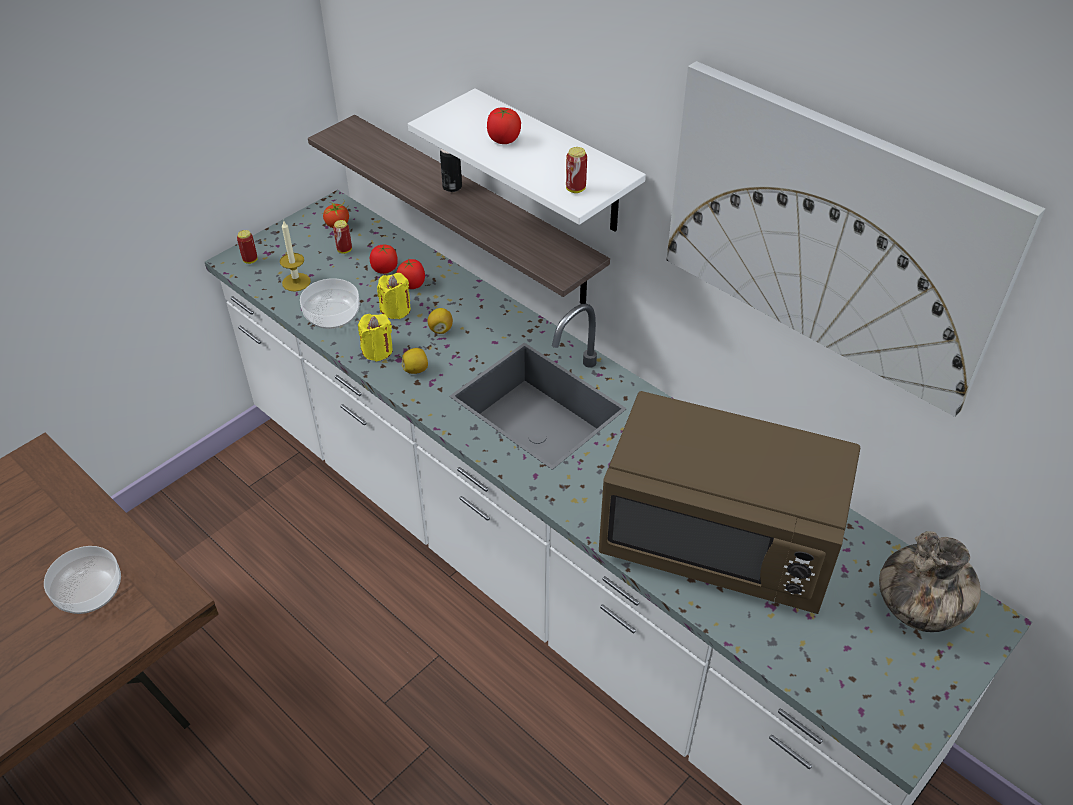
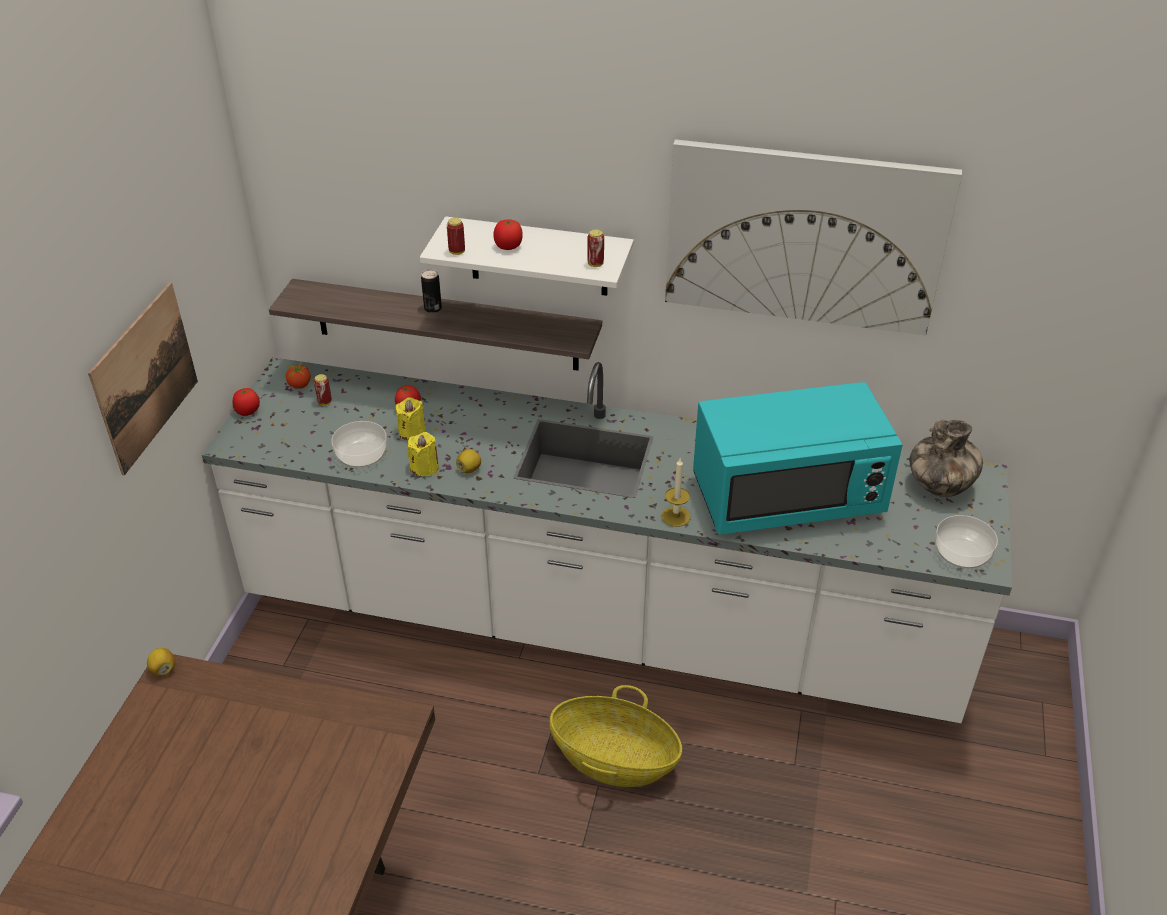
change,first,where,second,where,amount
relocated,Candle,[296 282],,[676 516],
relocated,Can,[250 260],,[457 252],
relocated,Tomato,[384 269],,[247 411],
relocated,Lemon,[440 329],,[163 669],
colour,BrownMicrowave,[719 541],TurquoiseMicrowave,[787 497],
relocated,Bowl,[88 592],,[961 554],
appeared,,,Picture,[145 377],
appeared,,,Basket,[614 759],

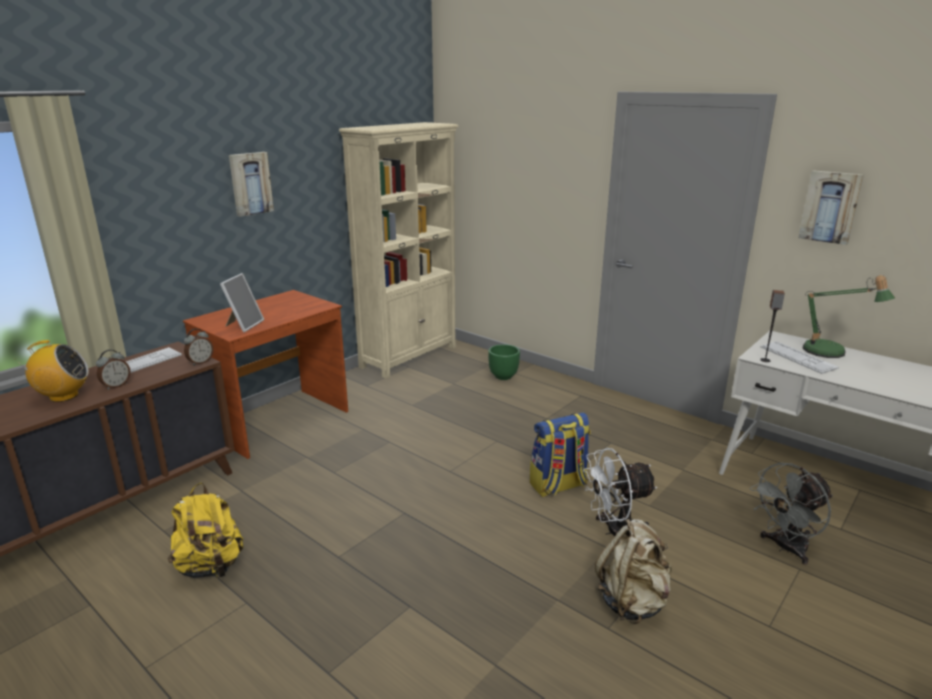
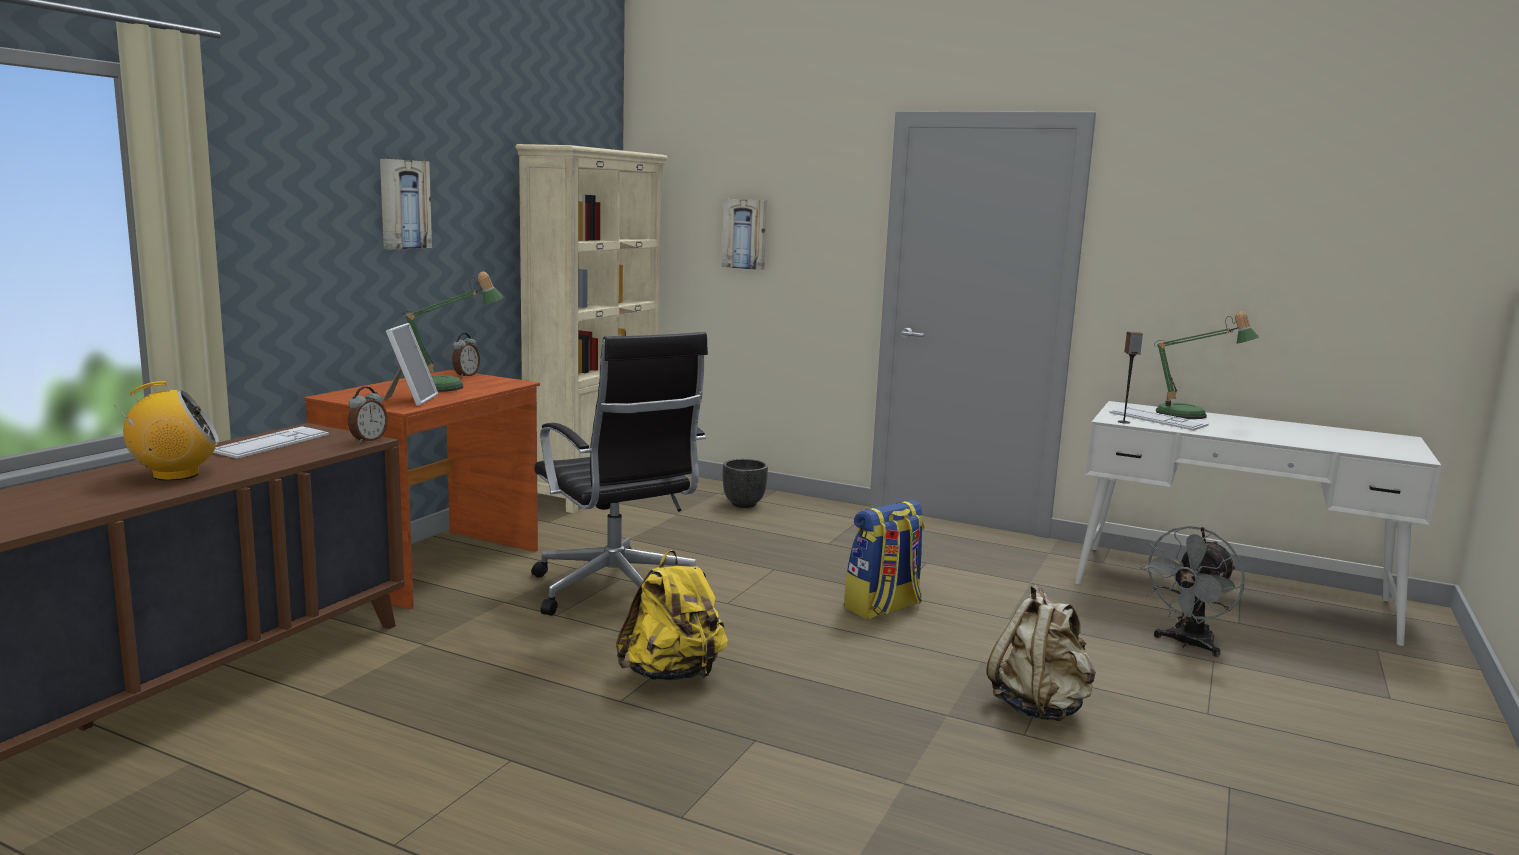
change,first,where,second,where,amount
relocated,Picture,[830 207],,[745 234],
colour,GreenPlanter,[503 376],BlackPlanter,[744 504],
relocated,AlarmClock,[116 386],,[465 376],
missing,WhiteFan,[614 533],,,
relocated,YellowBackpack,[211 567],,[672 674],
appeared,,,TableLamp,[447 387],
appeared,,,BlackOfficeChair,[616 592],

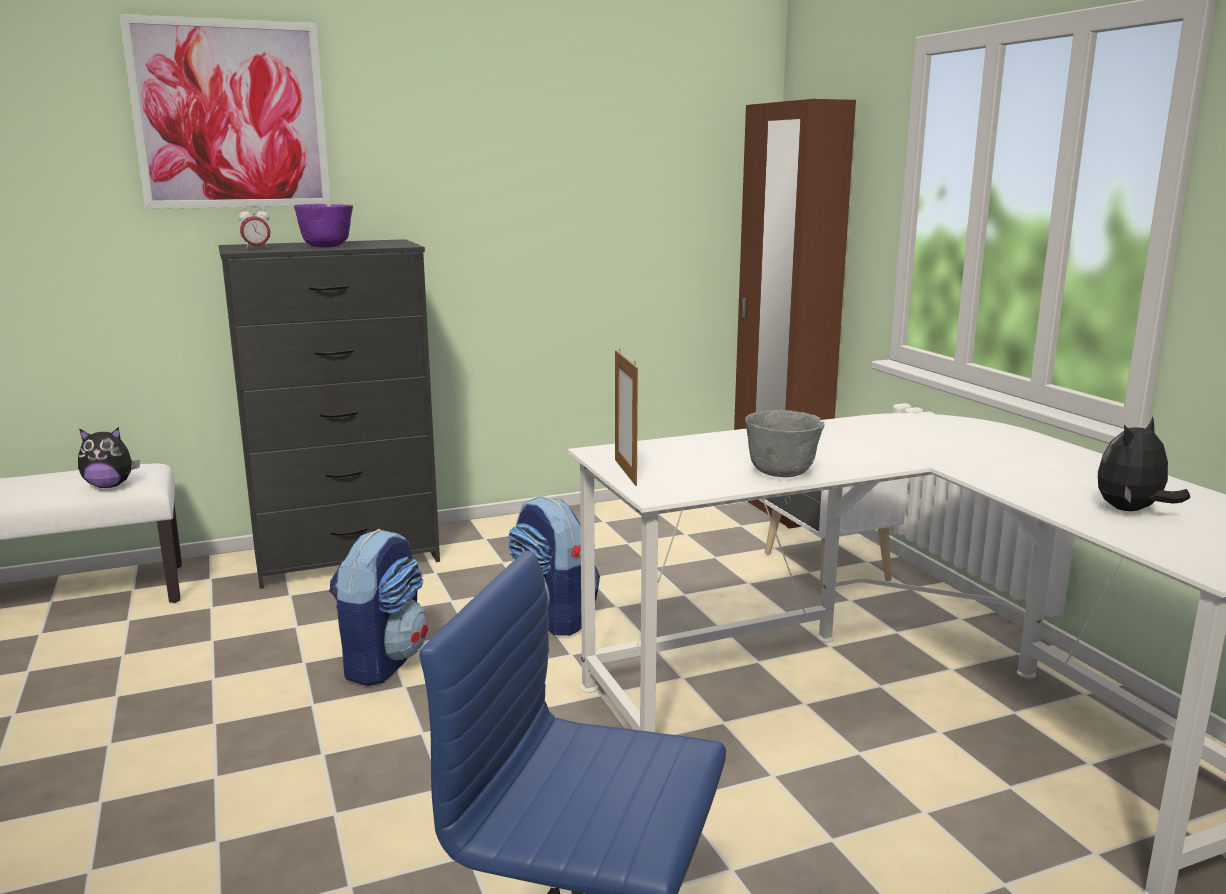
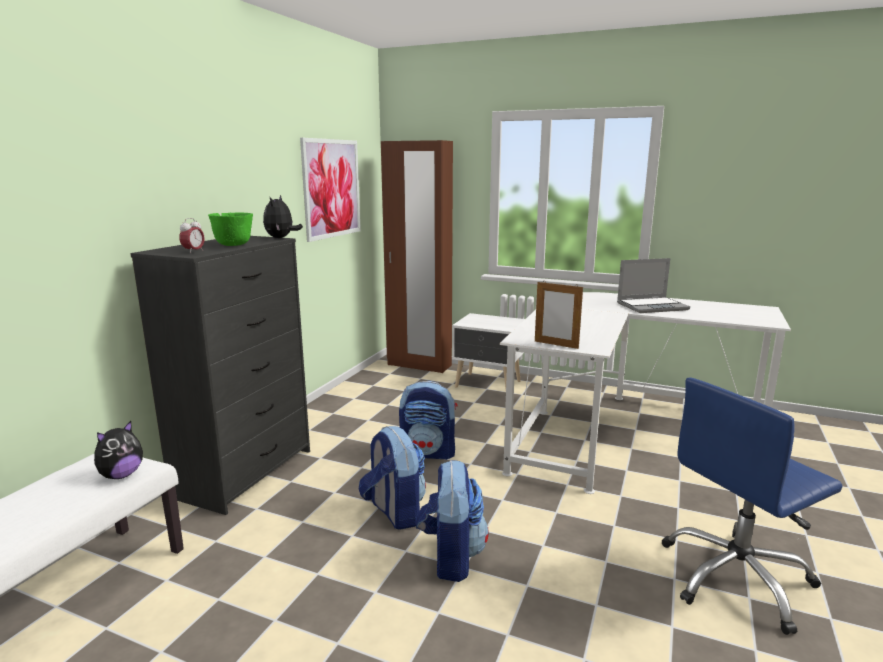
change,first,where,second,where,amount
relocated,Picture,[231 115],,[331 188],
colour,PurpleBowl,[326 246],GreenBowl,[233 245],
missing,GreyBowl,[783 473],,,
relocated,PlushToy,[1131 511],,[281 238],
appeared,,,Laptop,[652 306],
appeared,,,Backpack,[451 557],

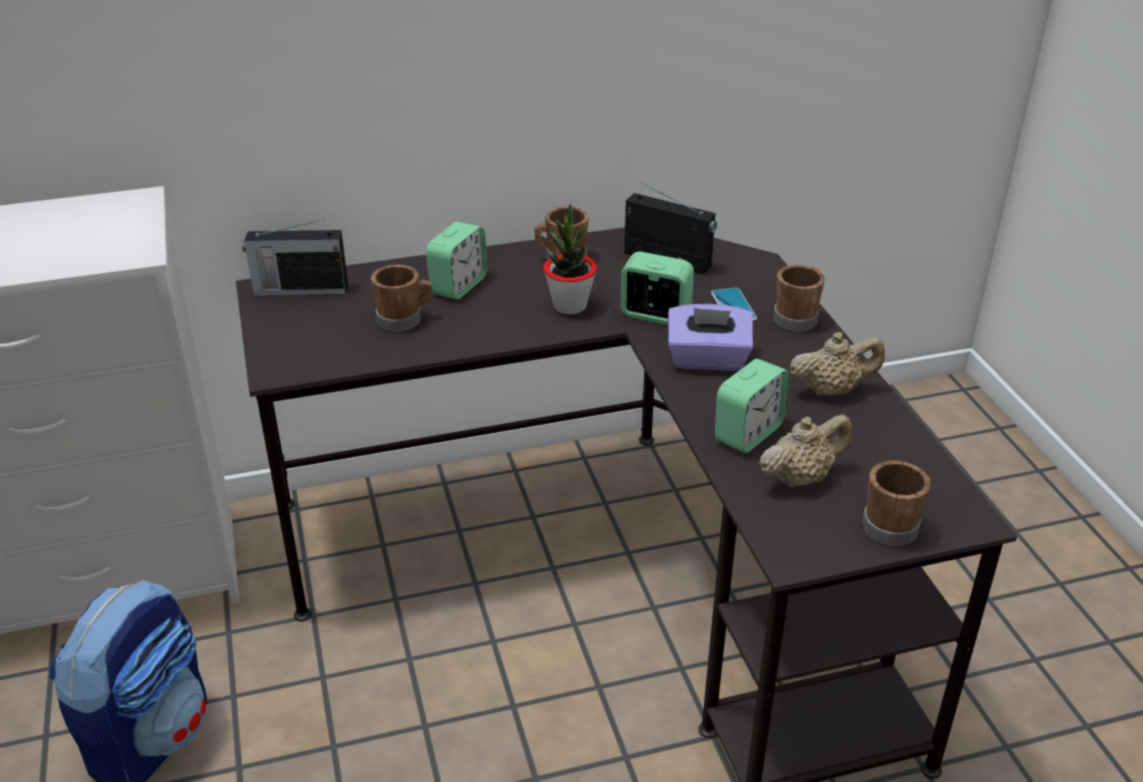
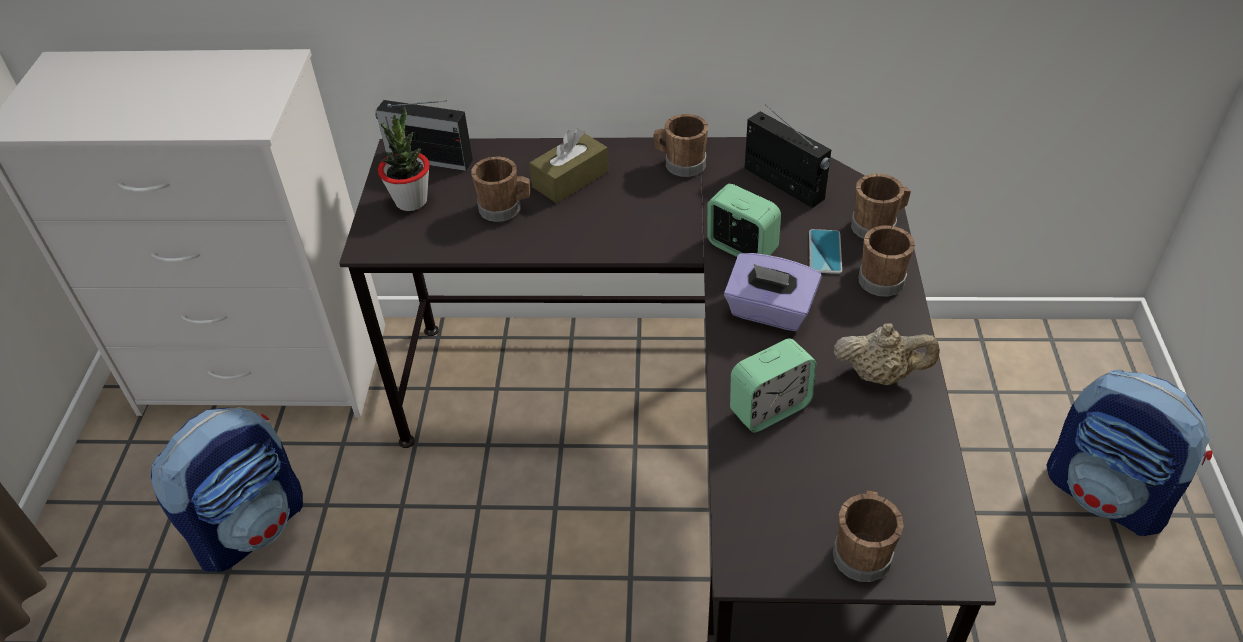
change,first,where,second,where,amount
relocated,PottedPlant,[570 306],,[411 201],
exchanged,AlarmClock,[458 285],BrownTissueBox,[570 179],
missing,BeigeTeapot,[801 477],,,
appeared,,,BrownMug,[877 226],
appeared,,,Backpack,[1107 494],

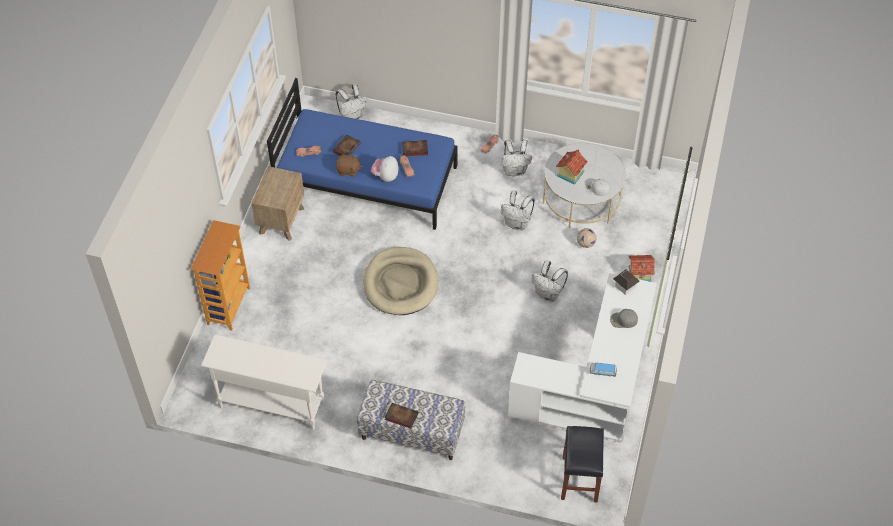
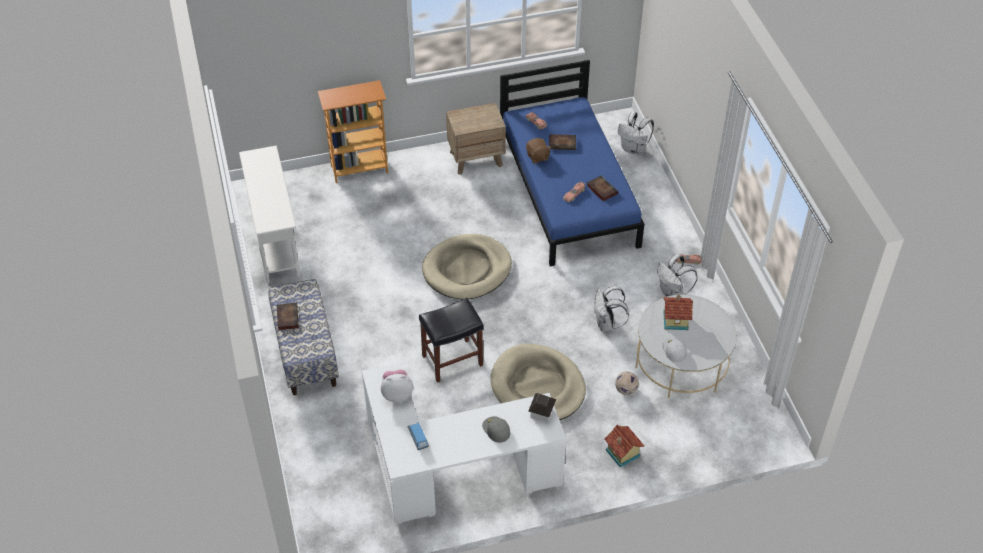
change,first,where,second,where,amount
relocated,PlushToy,[385 176],,[397 394],
exchanged,WhiteBackpack,[548 294],BeigeDogBed,[537 386],
relocated,BlackStool,[579 478],,[453 360],

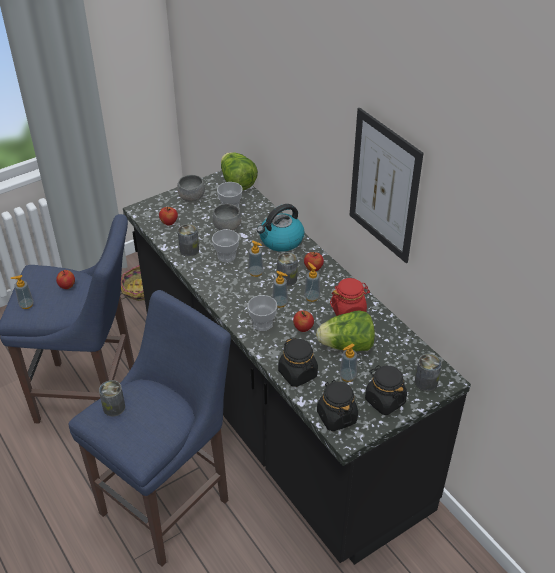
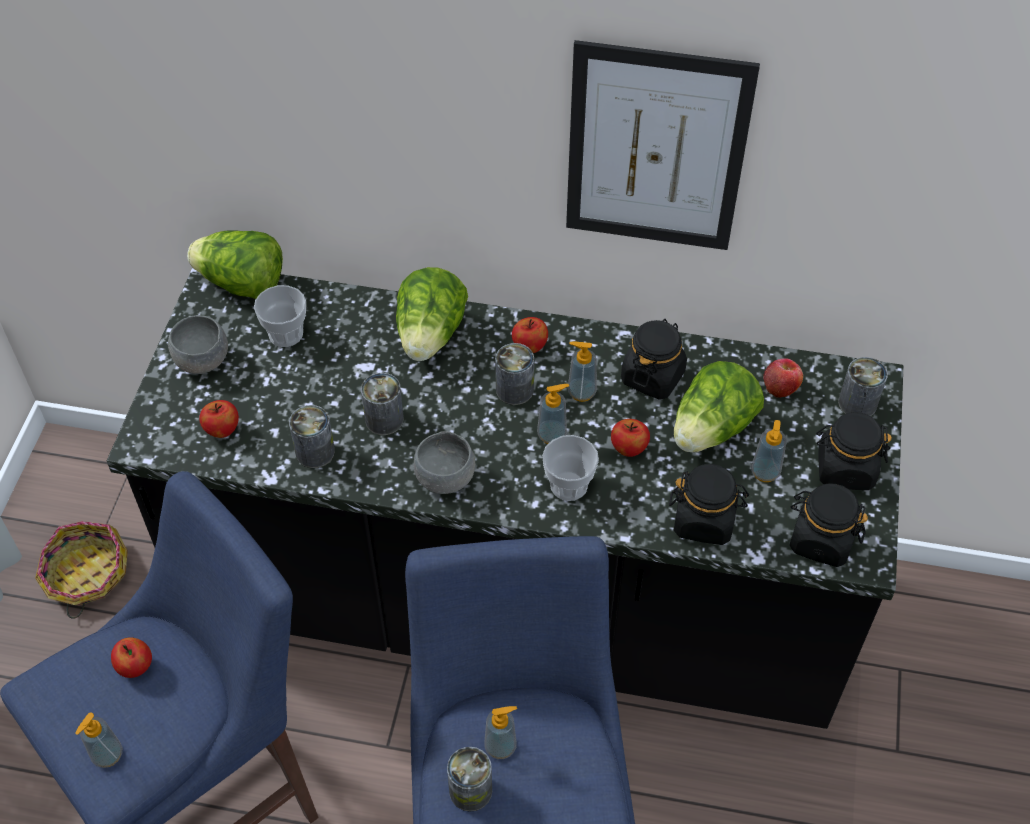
change,first,where,second,where,amount
relocated,GreyBowl,[227 227],,[445 478],
exchanged,Kettle,[281 240],Lettuce,[431 335],
exchanged,Cup,[226 256],Can,[384 419],
relocated,SoapDispenser,[255 272],,[500 746],
colour,RedJar,[348 311],BlackJar,[652 376],
appeared,,,Apple,[780 387],

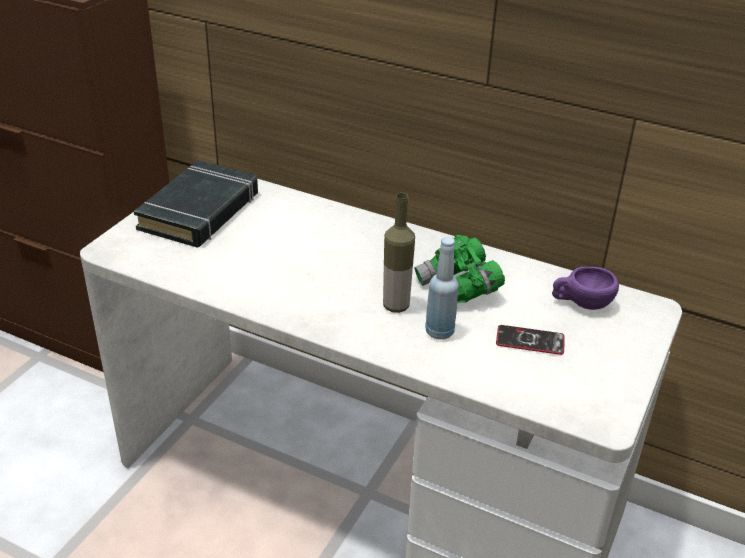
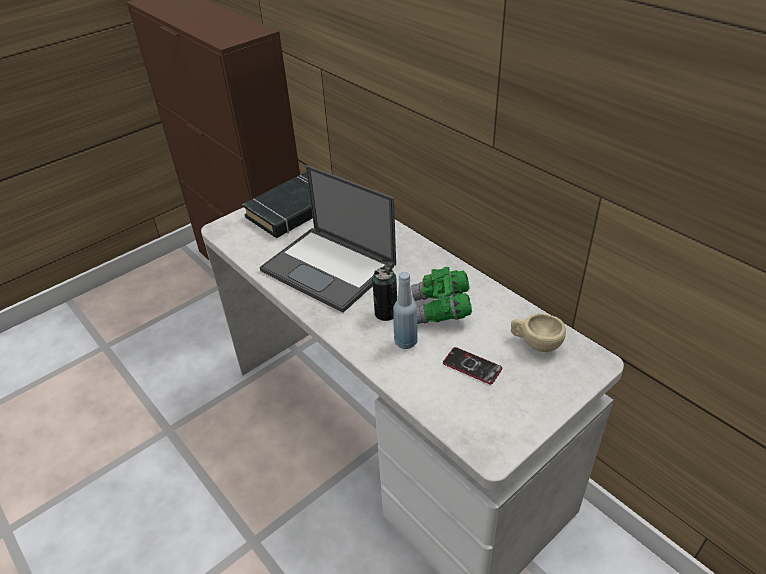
change,first,where,second,where,amount
exchanged,Bottle,[396 306],Can,[386 313],
colour,PurpleCup,[581 303],BeigeCup,[535 343],
appeared,,,Laptop,[330 268],

